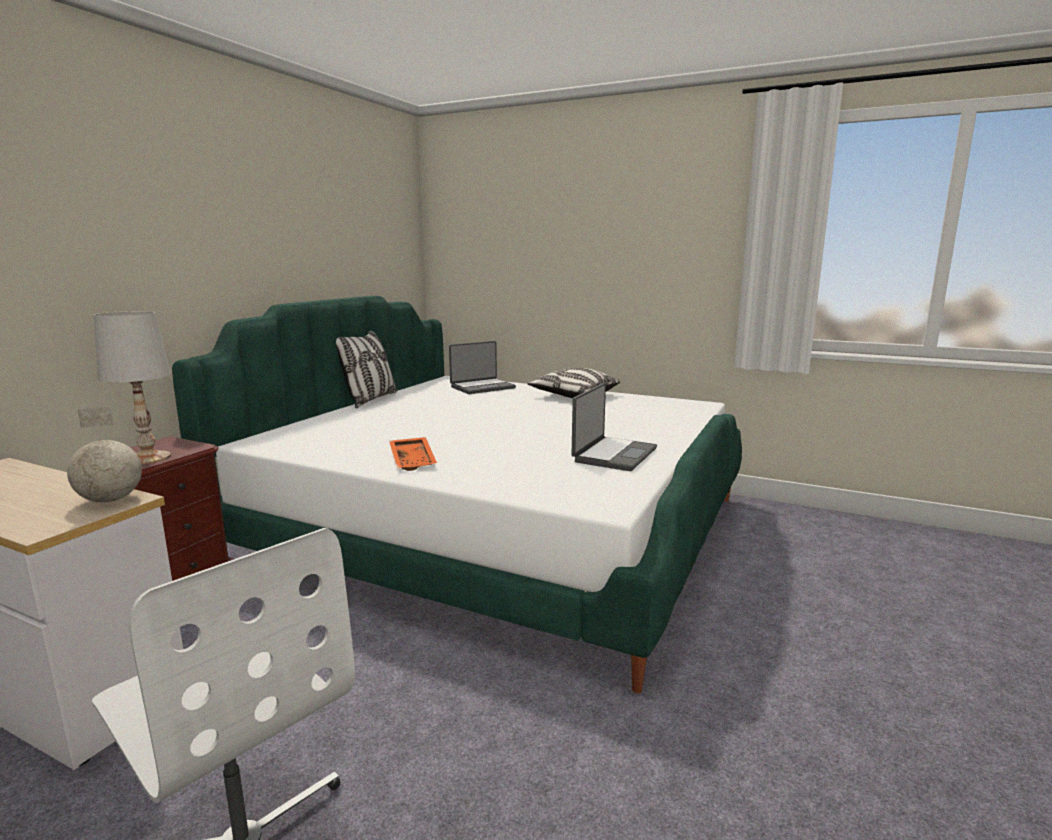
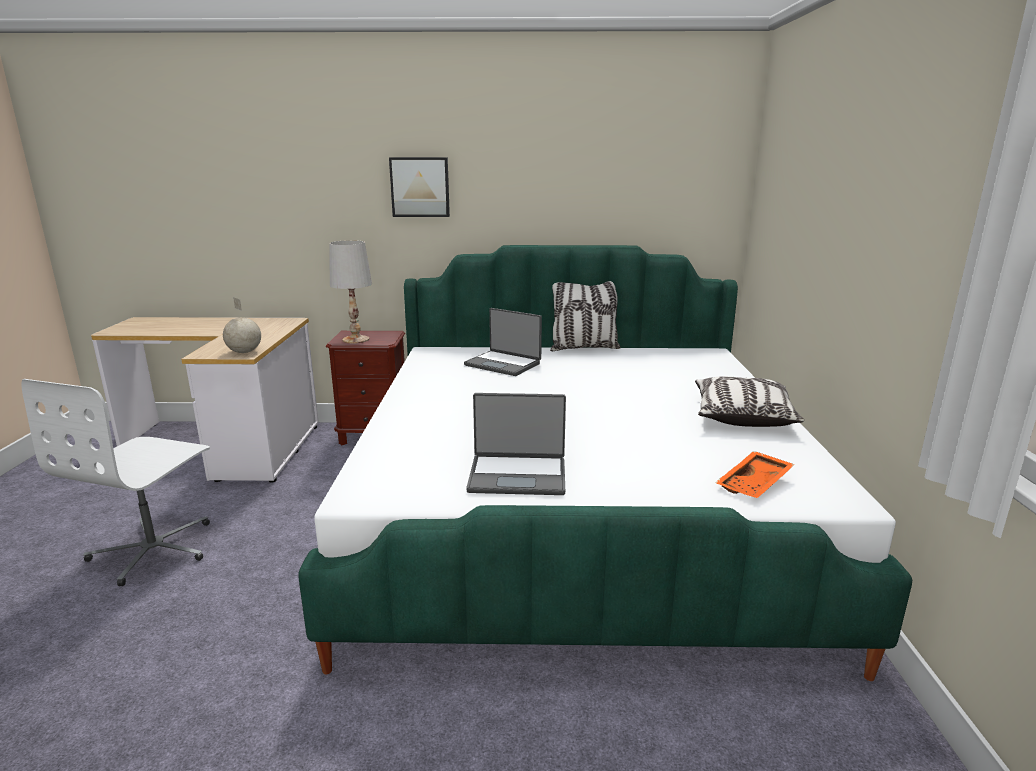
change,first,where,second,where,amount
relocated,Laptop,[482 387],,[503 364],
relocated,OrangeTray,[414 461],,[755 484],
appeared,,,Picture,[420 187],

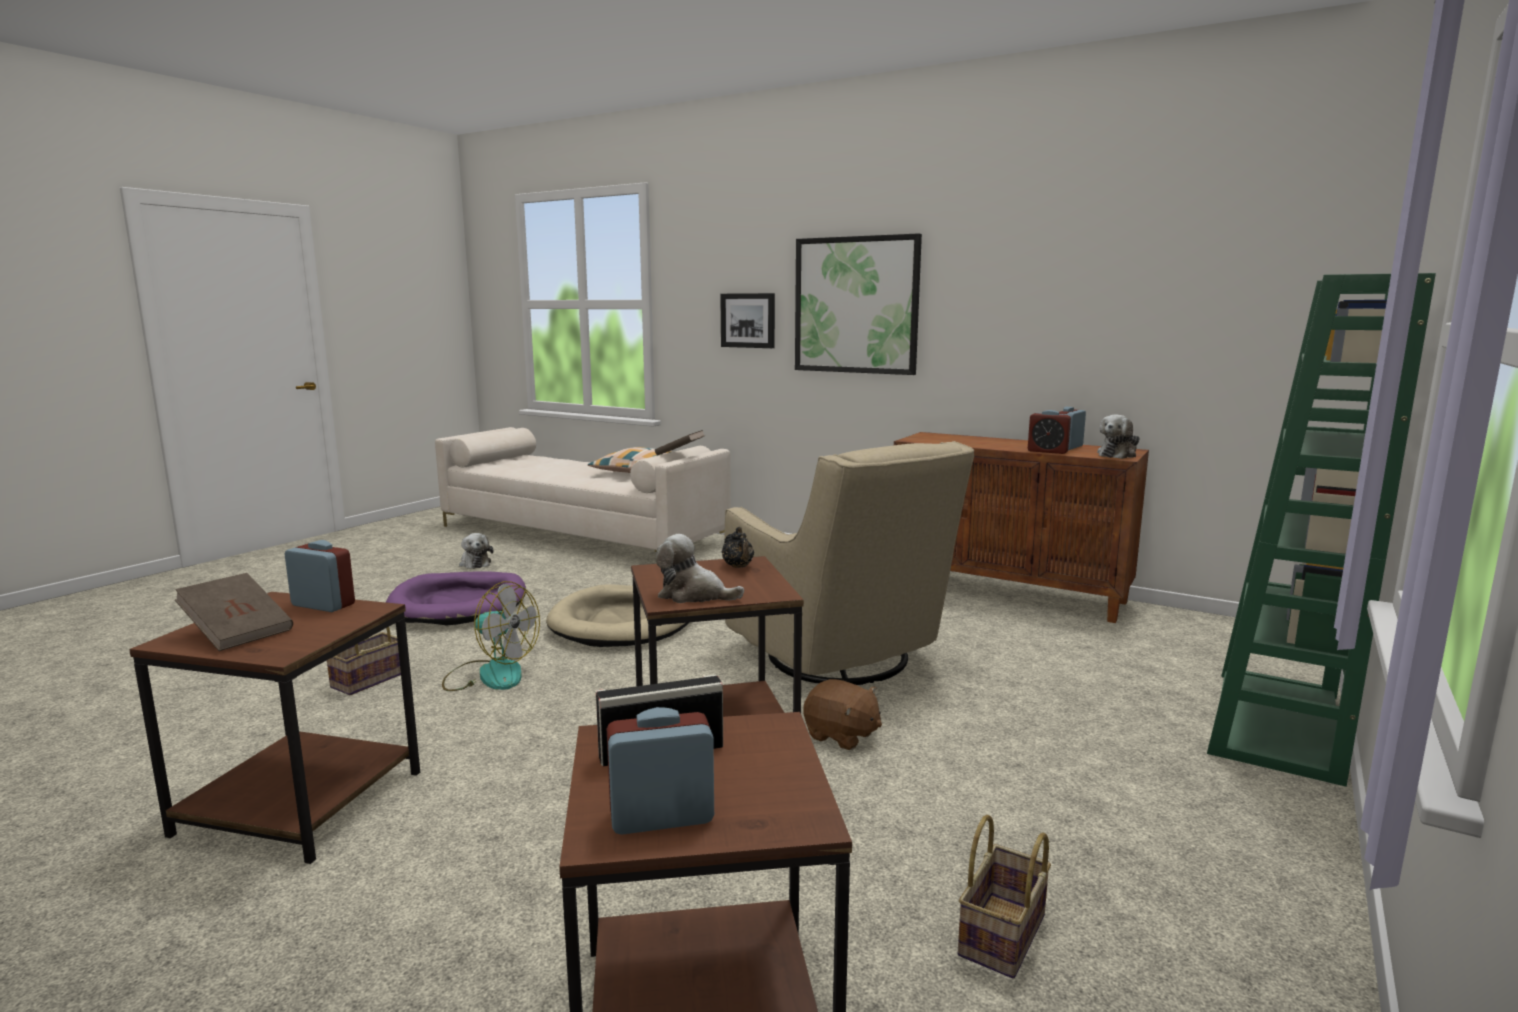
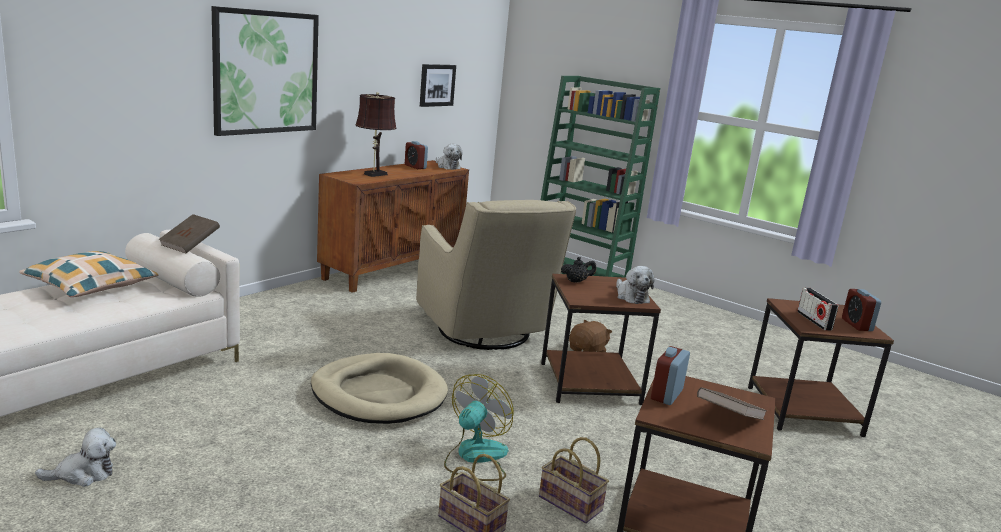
change,first,where,second,where,amount
relocated,Picture,[748 320],,[436 85],
missing,AlarmClock,[1048 451],,,
spun,BeigeArmchair,[841 659],,[485 333],90 degrees clockwise
spun,PlushToy,[694 595],,[631 296],45 degrees counterclockwise
missing,PurpleDogBed,[459 604],,,
relocated,Basket,[1003 938],,[572 503],
appeared,,,BrownTableLamp,[373 174],

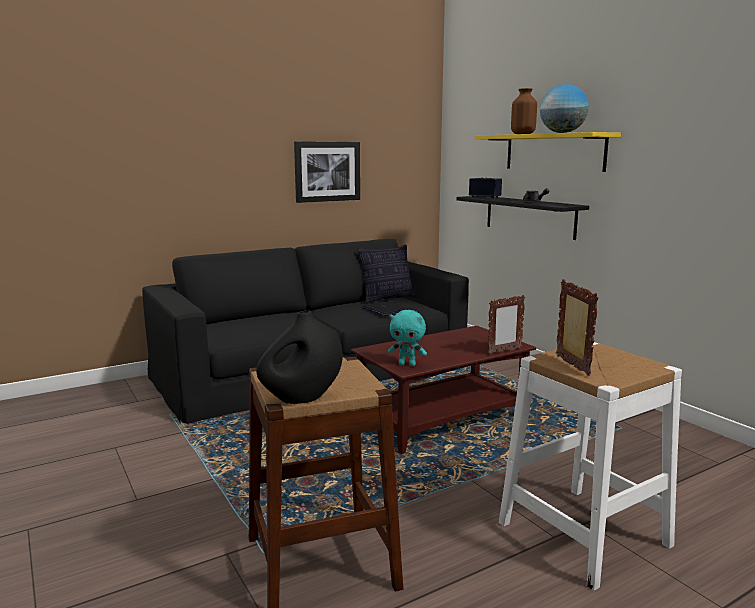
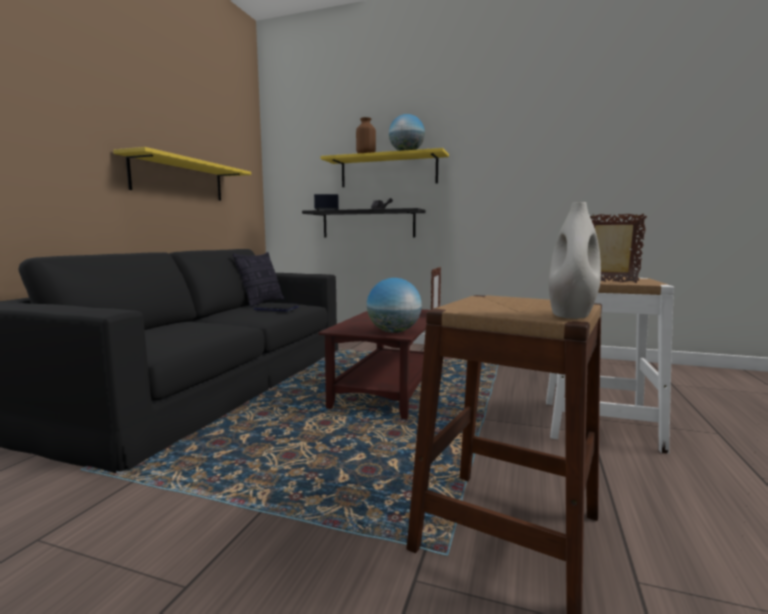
change,first,where,second,where,amount
exchanged,Picture,[327 171],YellowShelf,[179 179],
exchanged,TurquoisePlushToy,[407 364],Globe,[394 332],
colour,BlackVase,[301 398],WhiteVase,[571 315],

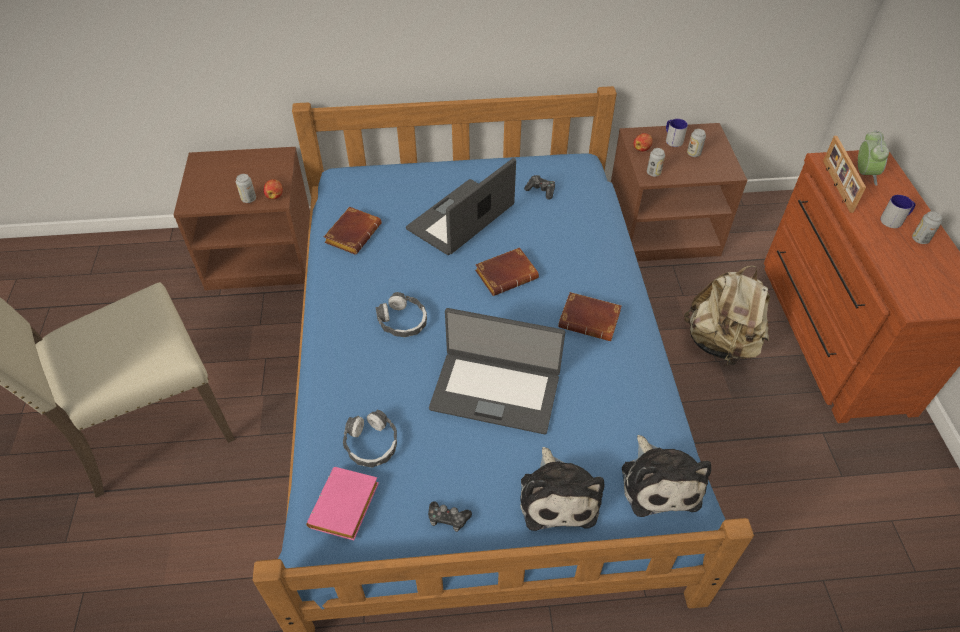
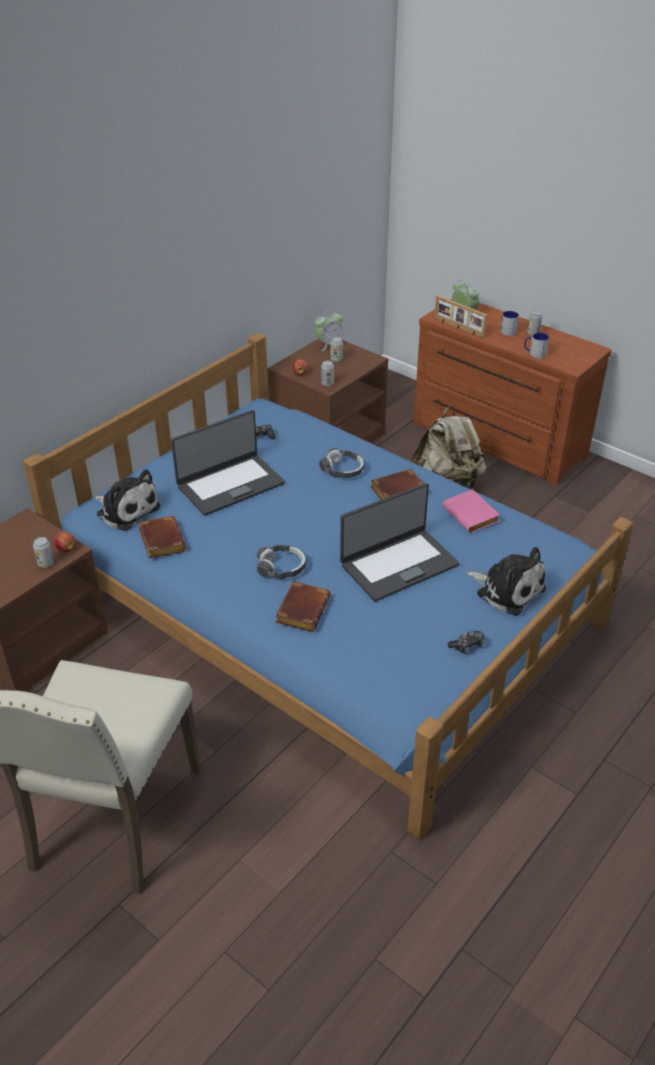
change,first,where,second,where,amount
relocated,Mug,[672 139],,[534 353],
spun,Laptop,[462 218],,[230 484],120 degrees counterclockwise
relocated,BrownBook,[507 274],,[301 609],
relocated,Headphones,[371 444],,[342 470],
relocated,PlushToy,[659 482],,[126 510],
relocated,PinkBook,[345 508],,[472 516],
appeared,,,AlarmClock,[329 345],

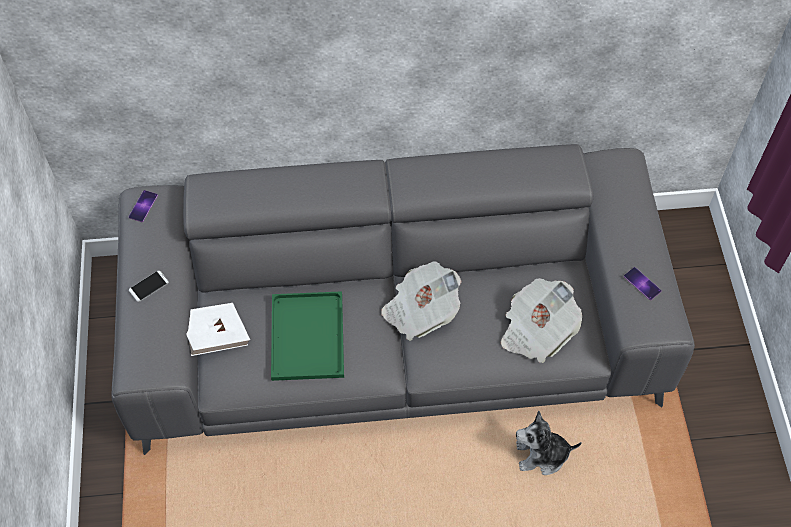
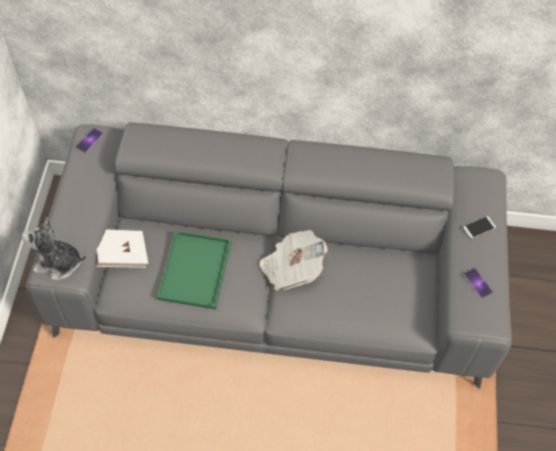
change,first,where,second,where,amount
relocated,Phone,[149 286],,[479 227],
missing,Newspaper,[536 330],,,
relocated,PlushToy,[542 455],,[58 263],

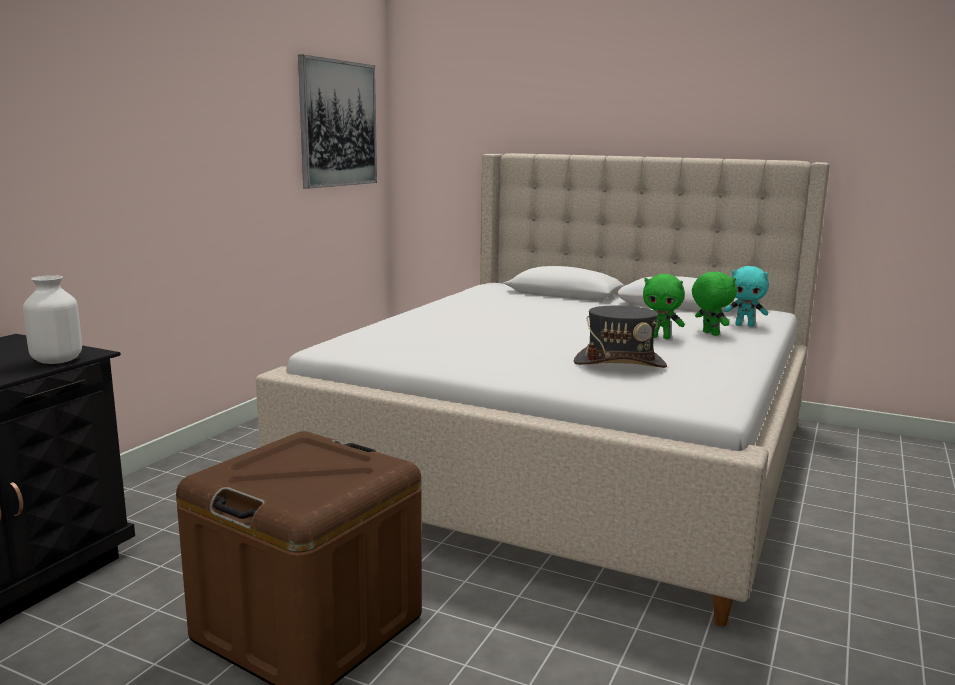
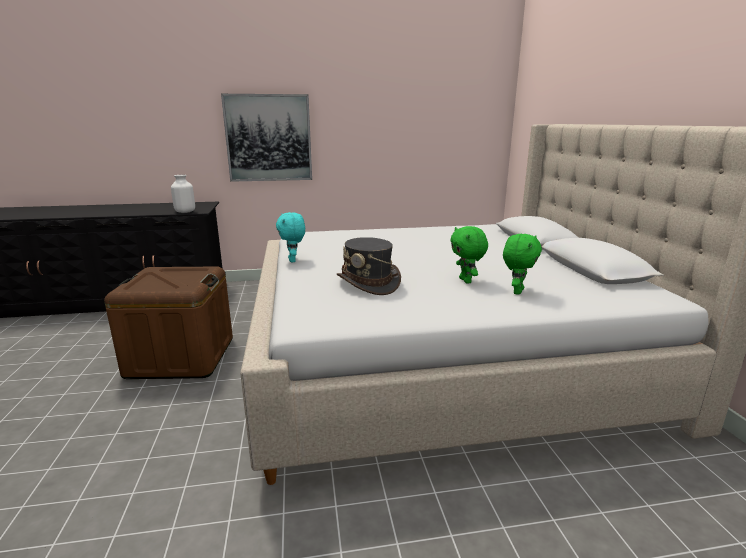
change,first,where,second,where,amount
relocated,Picture,[338 124],,[268 138],
relocated,TurquoisePlushToy,[745 325],,[293 260],

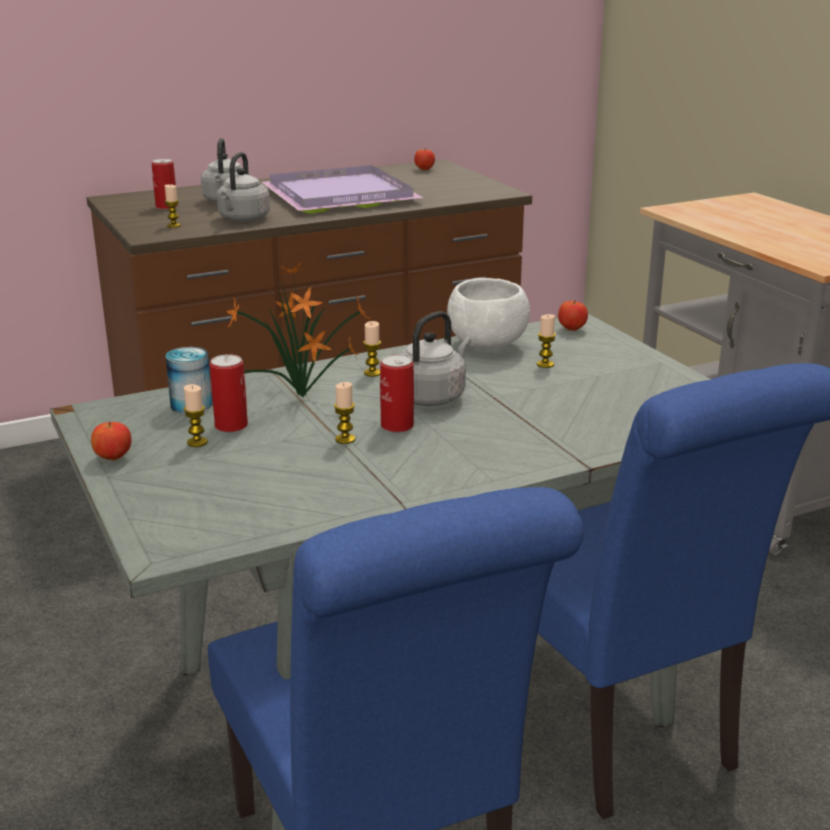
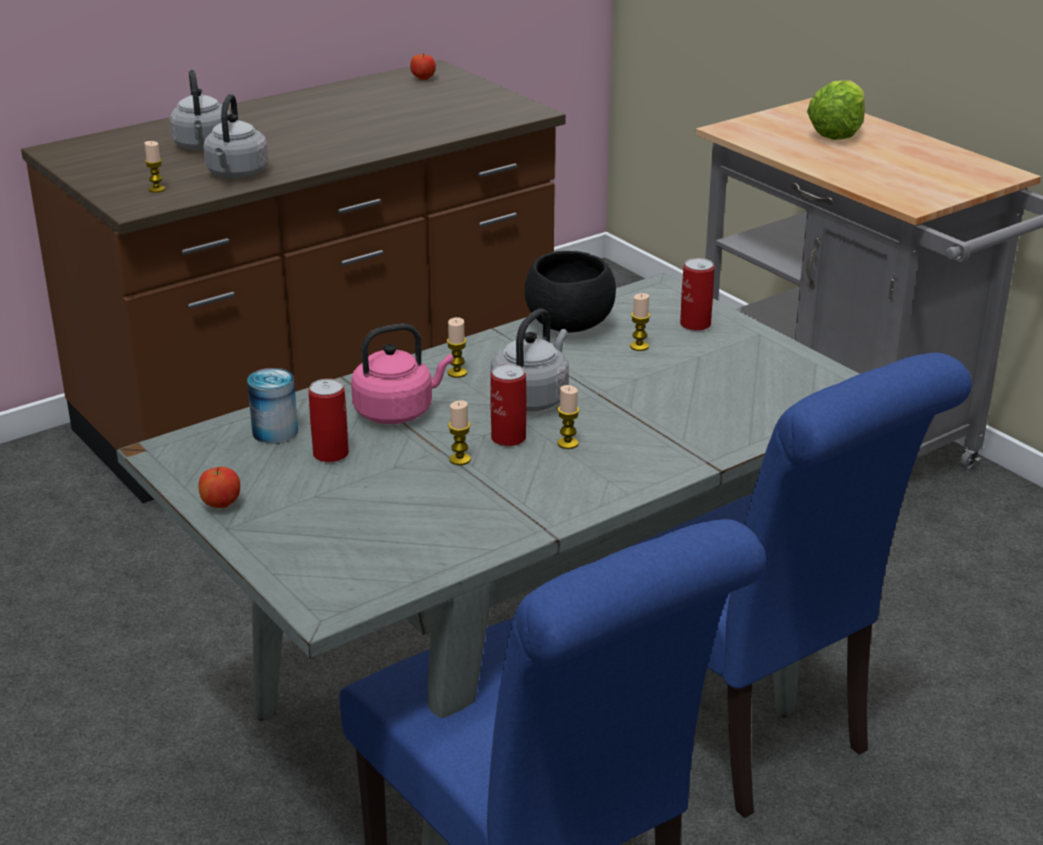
change,first,where,second,where,amount
relocated,Can,[166 207],,[695 324],
missing,PurpleTray,[341 195],,,
exchanged,PottedPlant,[306 398],PinkKettle,[398 411],
colour,WhiteBowl,[486 345],BlackBowl,[568 326],
missing,Apple,[572 329],,,
relocated,Candle,[197 442],,[568 443],
appeared,,,Lettuce,[836 133],

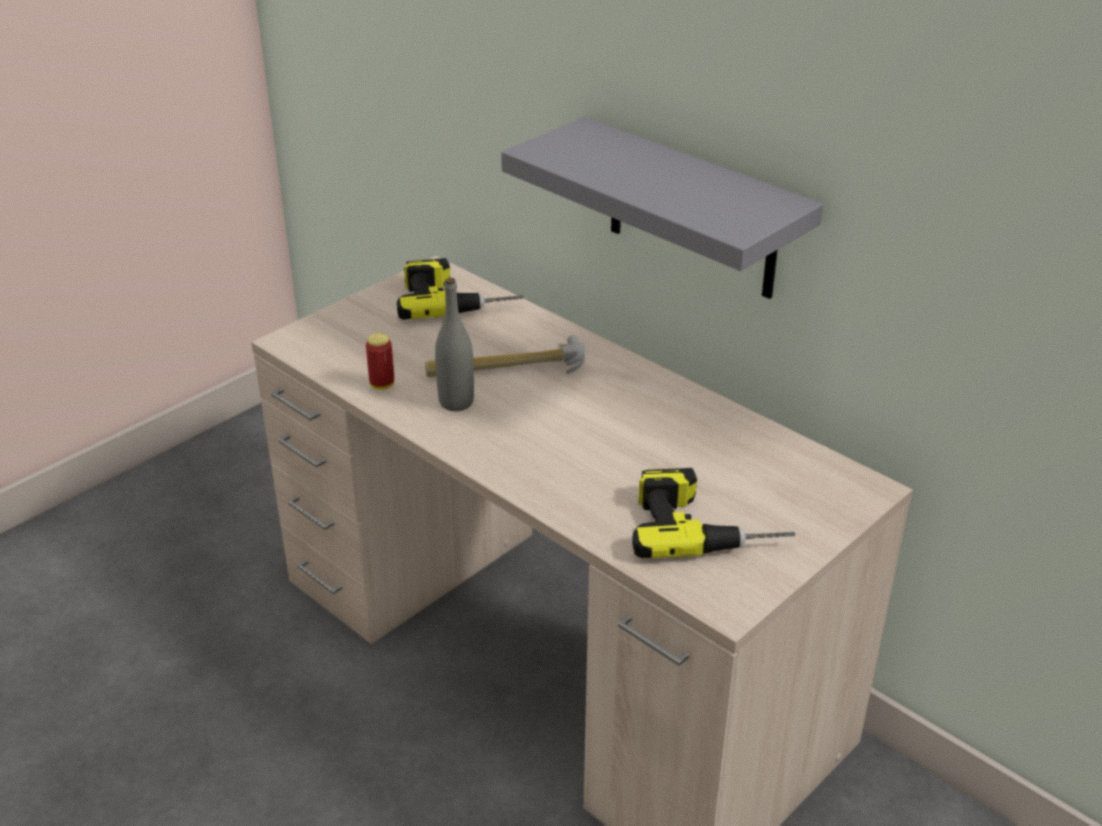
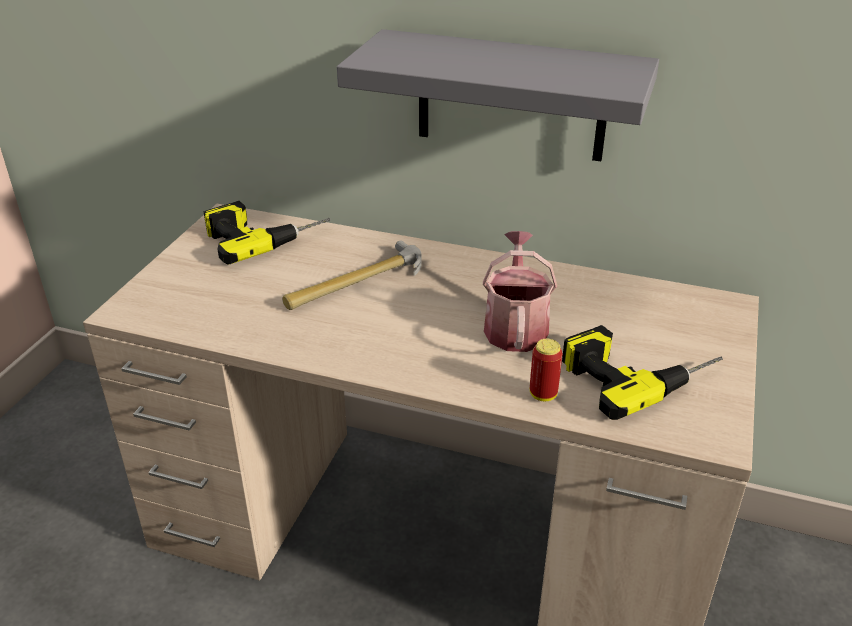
change,first,where,second,where,amount
missing,GreyBottle,[456 402],,,
relocated,Can,[382 385],,[543 394],
appeared,,,WateringCan,[515 326],

